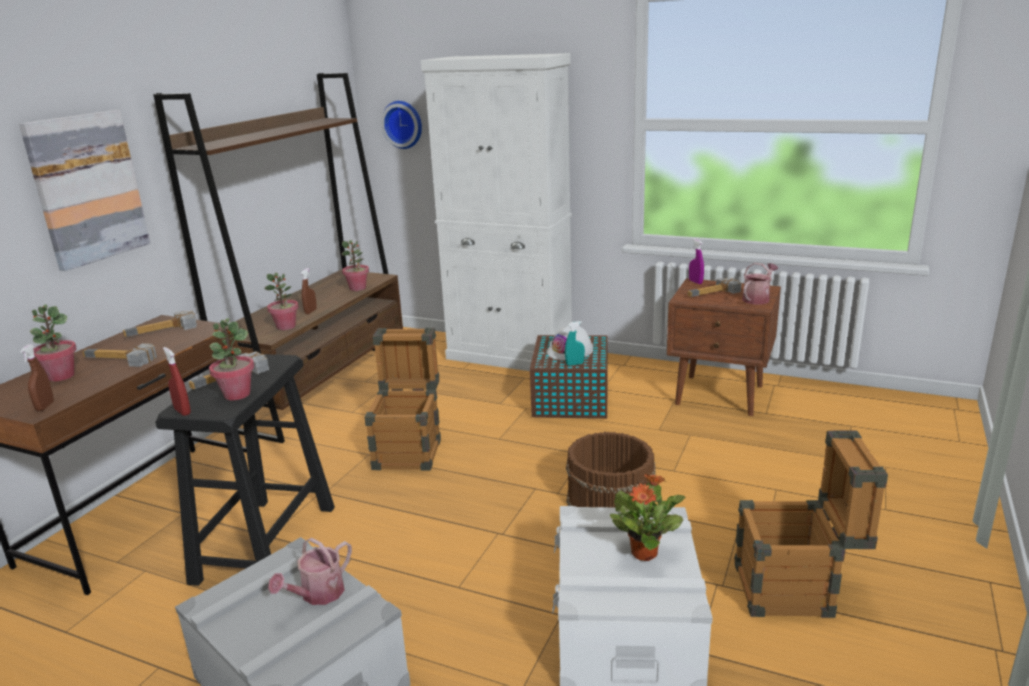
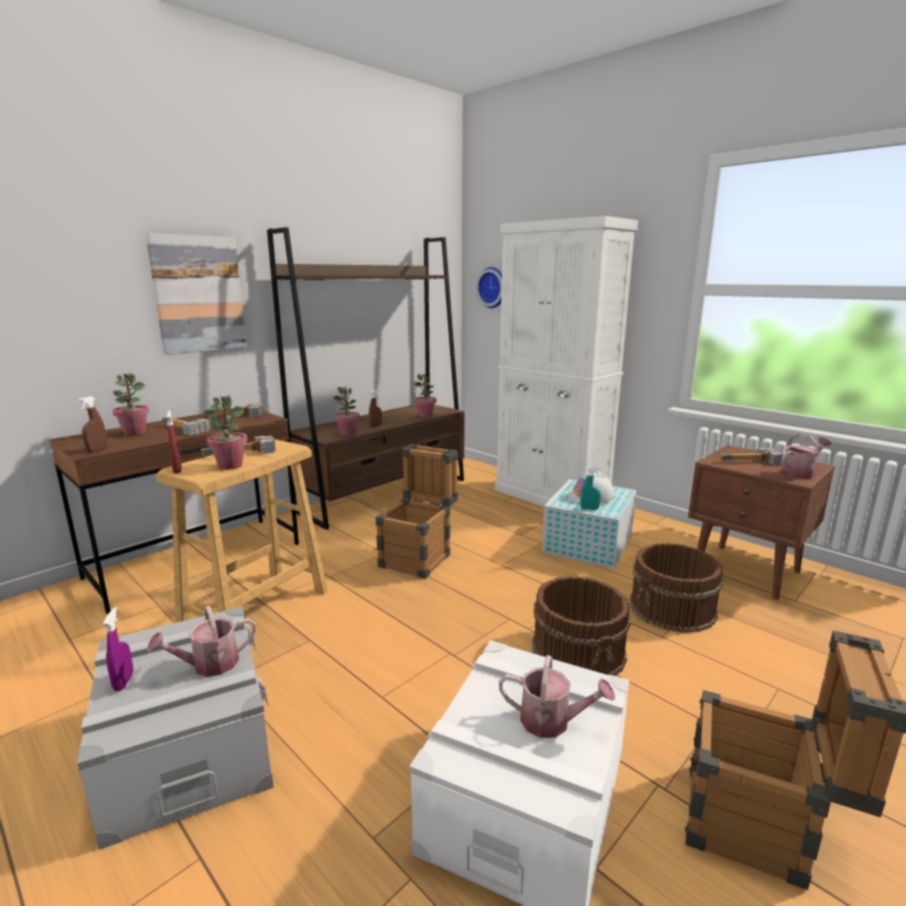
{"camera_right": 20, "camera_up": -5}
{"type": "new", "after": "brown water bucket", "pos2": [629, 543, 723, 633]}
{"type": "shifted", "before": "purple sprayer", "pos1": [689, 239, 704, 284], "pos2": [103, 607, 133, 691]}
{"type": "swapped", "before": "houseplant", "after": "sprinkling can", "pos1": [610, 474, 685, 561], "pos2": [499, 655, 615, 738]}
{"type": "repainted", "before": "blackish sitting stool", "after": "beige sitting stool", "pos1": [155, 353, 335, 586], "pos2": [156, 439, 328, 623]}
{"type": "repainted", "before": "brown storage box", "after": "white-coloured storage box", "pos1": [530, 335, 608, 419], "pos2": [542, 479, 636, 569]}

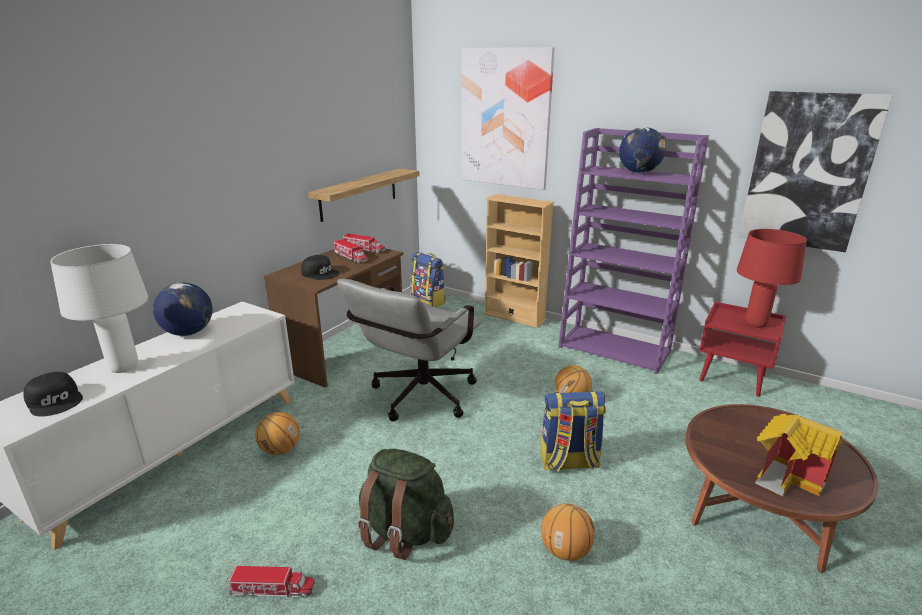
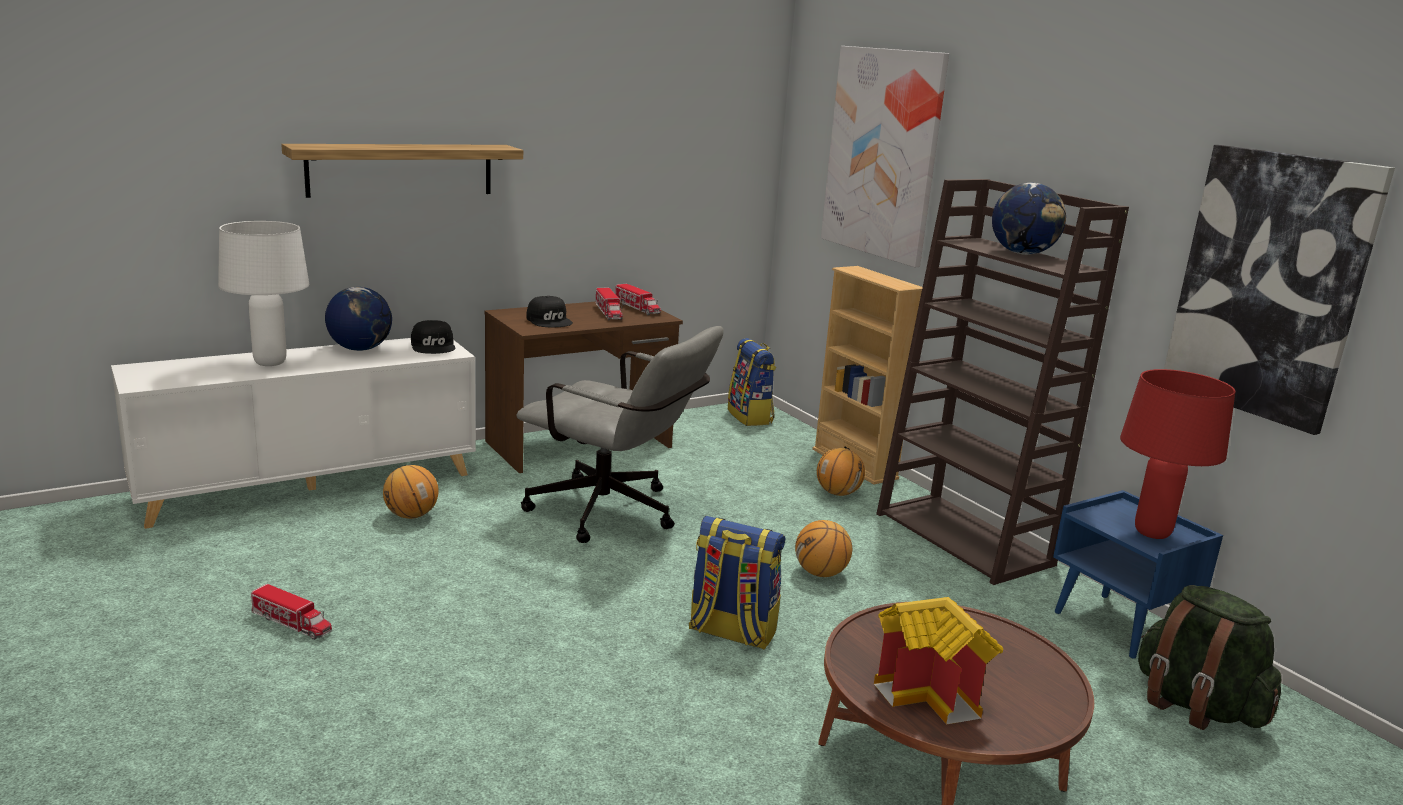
{"camera_right": 25, "camera_up": -5}
{"type": "shifted", "before": "blackish cap", "pos1": [23, 372, 83, 416], "pos2": [411, 320, 456, 354]}
{"type": "shifted", "before": "wall shelf", "pos1": [308, 169, 419, 222], "pos2": [281, 144, 523, 198]}
{"type": "shifted", "before": "green backpack", "pos1": [357, 449, 454, 560], "pos2": [1138, 585, 1281, 730]}
{"type": "shifted", "before": "ball for basketball", "pos1": [541, 504, 595, 561], "pos2": [817, 448, 865, 496]}
{"type": "repainted", "before": "purple shelving unit", "after": "brown shelving unit", "pos1": [558, 128, 709, 374], "pos2": [876, 179, 1129, 585]}
{"type": "repainted", "before": "red-coloured bedside table", "after": "blue-coloured bedside table", "pos1": [699, 302, 786, 397], "pos2": [1053, 490, 1223, 659]}
{"type": "rotated", "before": "gray computer chair", "pos1": [337, 279, 482, 421], "pos2": [516, 326, 724, 543], "turn": -120}

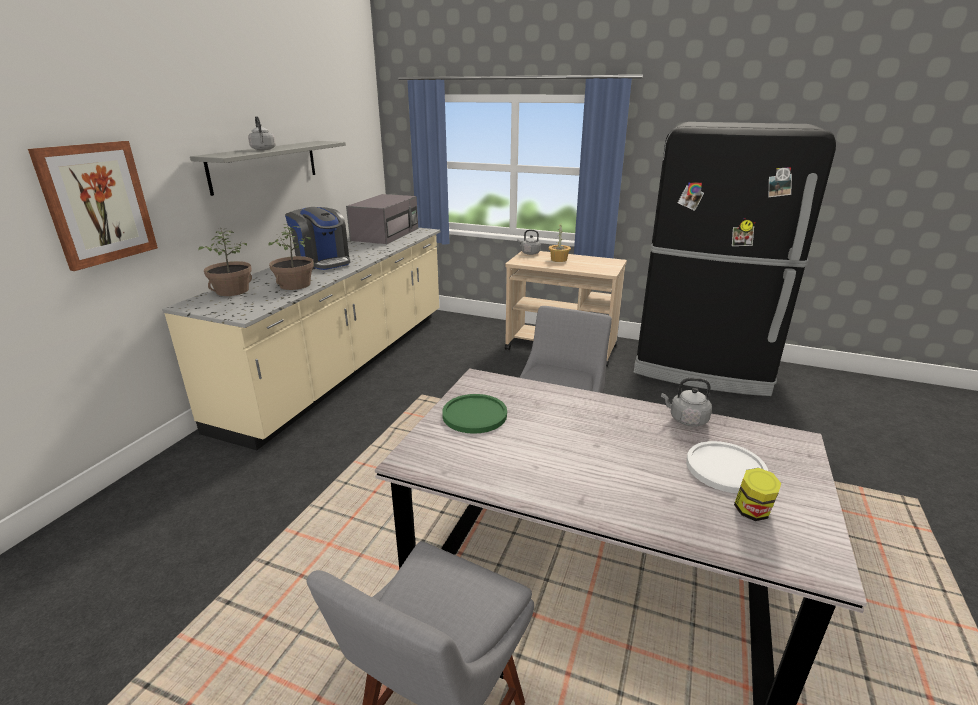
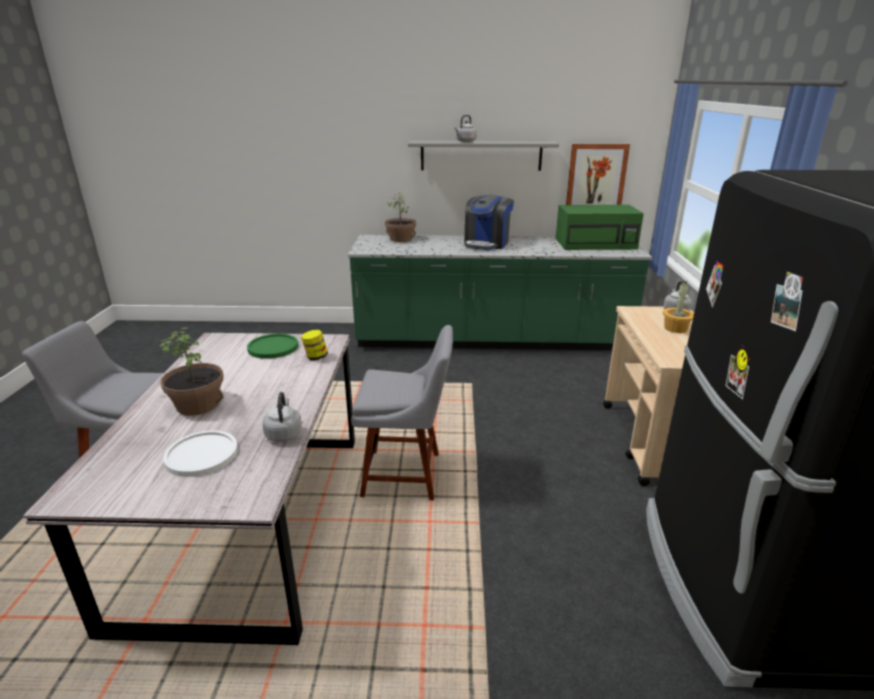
{"camera_right": 70, "camera_up": 0}
{"type": "shifted", "before": "picture", "pos1": [28, 141, 158, 271], "pos2": [566, 144, 630, 205]}
{"type": "shifted", "before": "houseplant", "pos1": [268, 224, 314, 290], "pos2": [160, 327, 224, 416]}
{"type": "shifted", "before": "storage jar", "pos1": [734, 468, 781, 521], "pos2": [301, 330, 328, 360]}
{"type": "repainted", "before": "beige kitchen base unit", "after": "green kitchen base unit", "pos1": [162, 228, 440, 450], "pos2": [348, 235, 652, 350]}
{"type": "repainted", "before": "gray microwave oven", "after": "green microwave oven", "pos1": [346, 194, 418, 244], "pos2": [555, 205, 644, 250]}

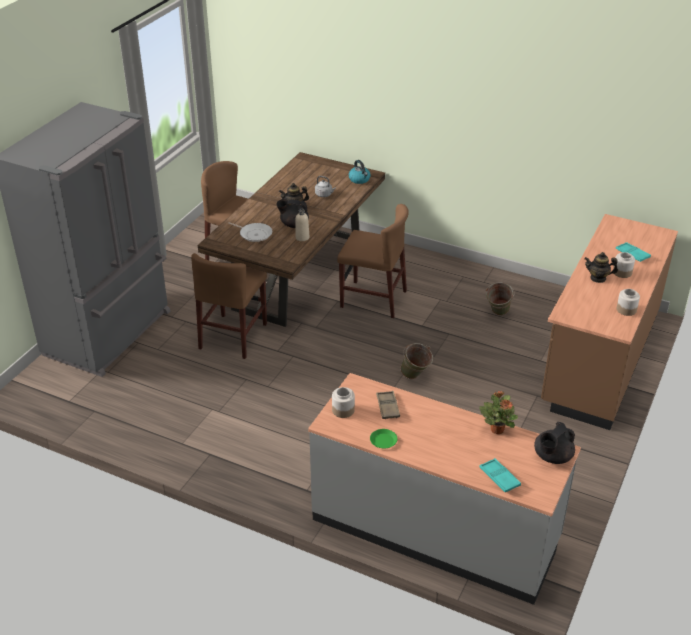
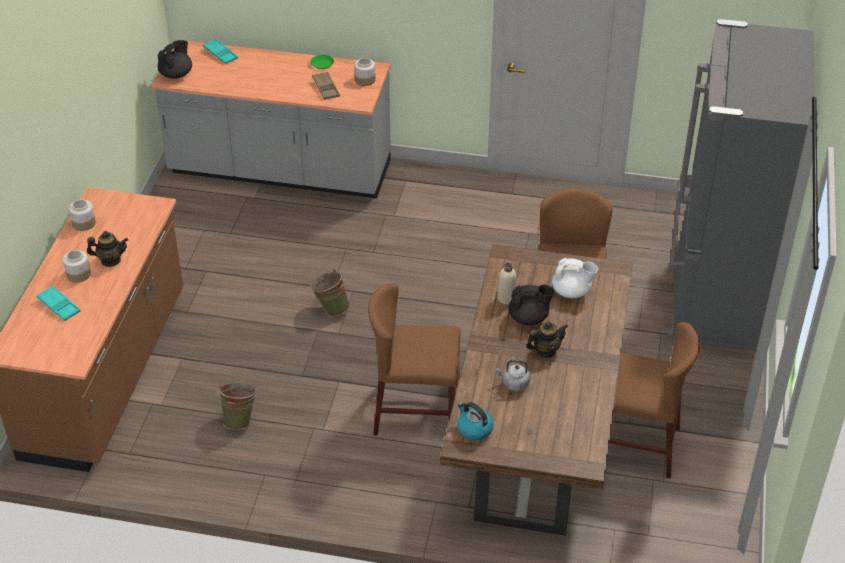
{"camera_right": 165, "camera_up": 5}
{"type": "gone", "before": "houseplant", "pos1": [479, 391, 518, 434]}
{"type": "swapped", "before": "frying pan", "after": "white-coloured pot for tea", "pos1": [228, 222, 272, 242], "pos2": [552, 258, 598, 298]}

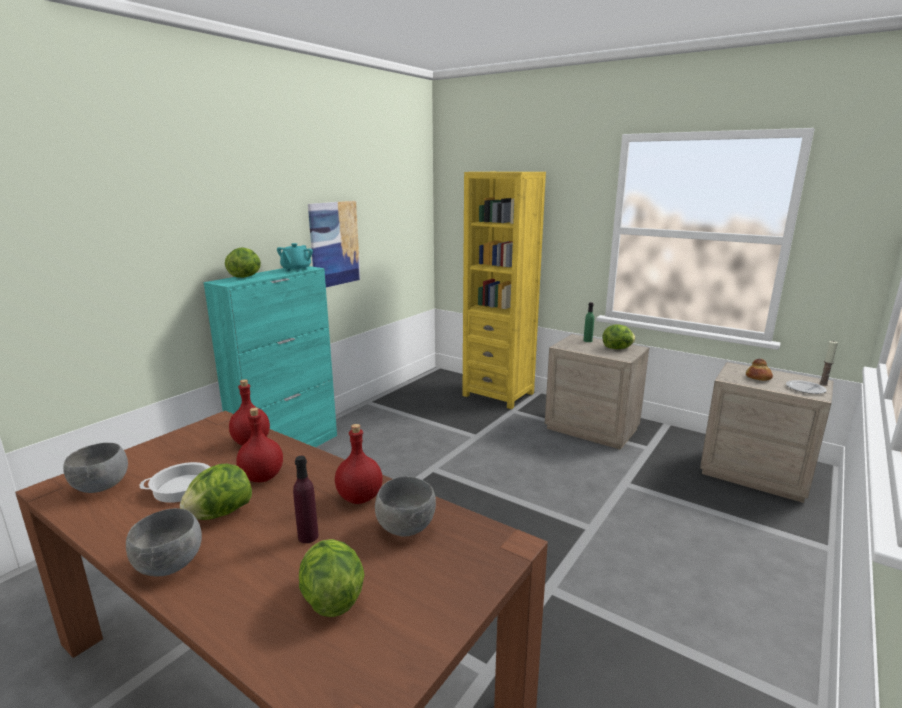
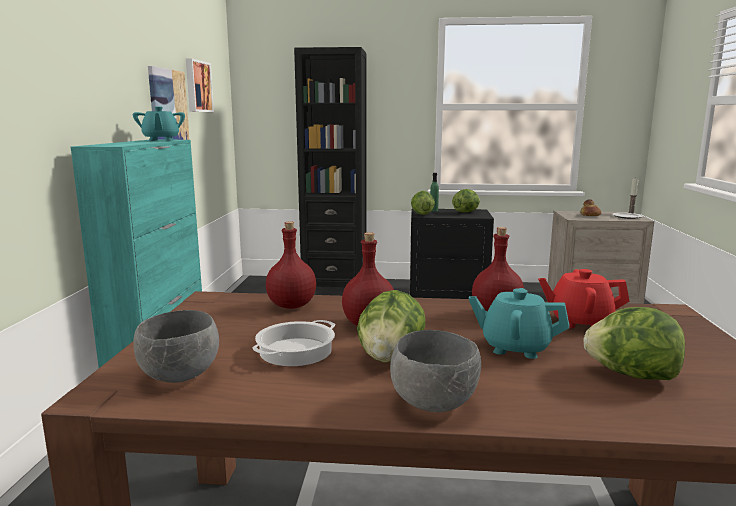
{"camera_right": -30, "camera_up": -5}
{"type": "new", "after": "picture", "pos2": [186, 58, 214, 112]}
{"type": "shifted", "before": "lettuce head", "pos1": [225, 247, 261, 278], "pos2": [411, 191, 435, 215]}
{"type": "swapped", "before": "purple beverage bottle", "after": "turquoise-coloured pot for tea", "pos1": [293, 456, 319, 543], "pos2": [469, 288, 569, 359]}
{"type": "swapped", "before": "gray serving bowl", "after": "red-coloured pot for tea", "pos1": [375, 477, 436, 536], "pos2": [538, 269, 630, 328]}
{"type": "repainted", "before": "yellow-coloured shelving unit", "after": "blackish shelving unit", "pos1": [462, 172, 546, 409], "pos2": [294, 47, 367, 287]}
{"type": "repainted", "before": "beige bedside table", "after": "blackish bedside table", "pos1": [545, 334, 649, 450], "pos2": [410, 208, 494, 299]}

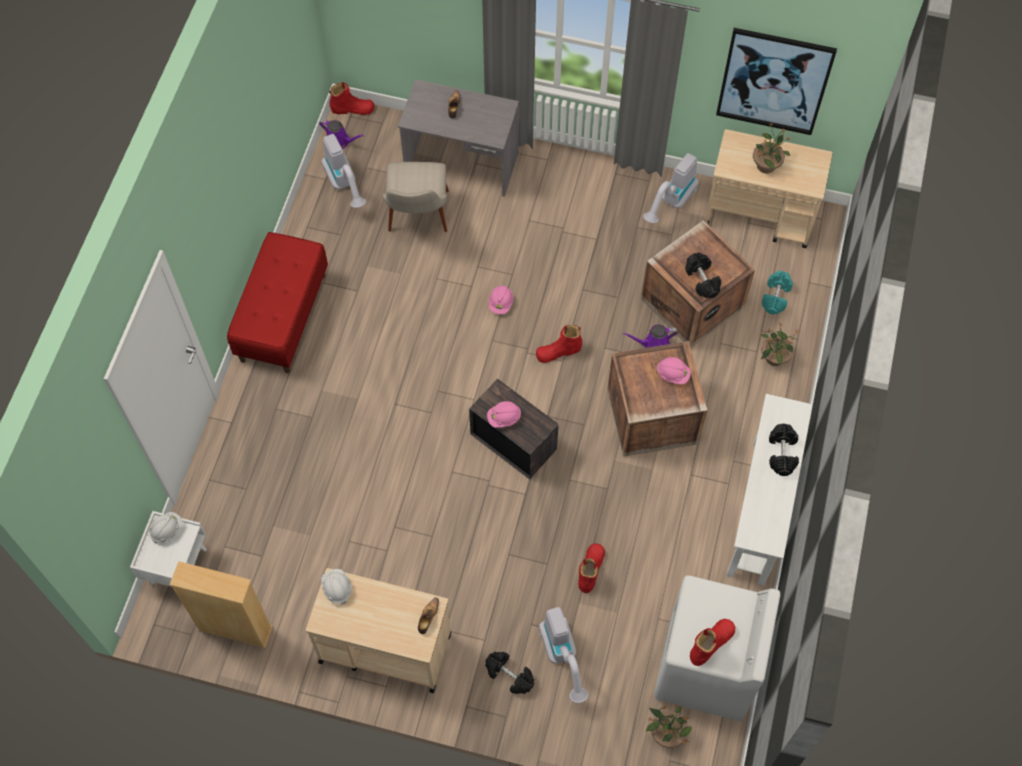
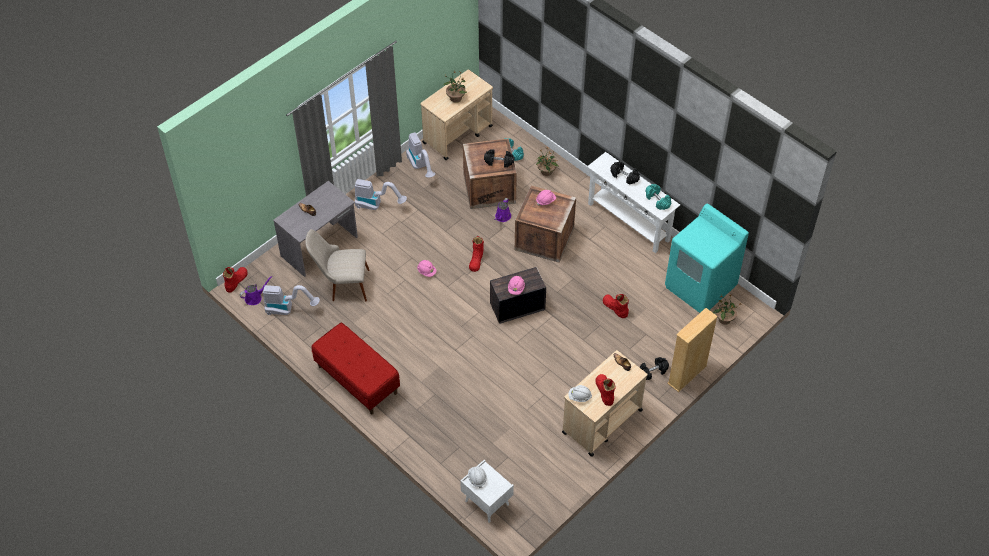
{"camera_right": -60, "camera_up": -10}
{"type": "gone", "before": "picture", "pos1": [716, 28, 837, 135]}
{"type": "new", "after": "turquoise-coloured hand weight", "pos2": [646, 184, 671, 210]}
{"type": "shifted", "before": "beige shelving unit", "pos1": [170, 561, 273, 648], "pos2": [667, 308, 718, 392]}
{"type": "shifted", "before": "vacuum", "pos1": [539, 607, 588, 703], "pos2": [355, 179, 407, 210]}
{"type": "shifted", "before": "red-coloured boot", "pos1": [690, 619, 735, 666], "pos2": [596, 374, 616, 406]}
{"type": "repainted", "before": "white-coloured laundry appliance", "after": "turquoise-coloured laundry appliance", "pos1": [654, 575, 780, 722], "pos2": [665, 204, 749, 313]}
{"type": "rotated", "before": "beige chair", "pos1": [383, 162, 449, 232], "pos2": [305, 229, 369, 302], "turn": 150}

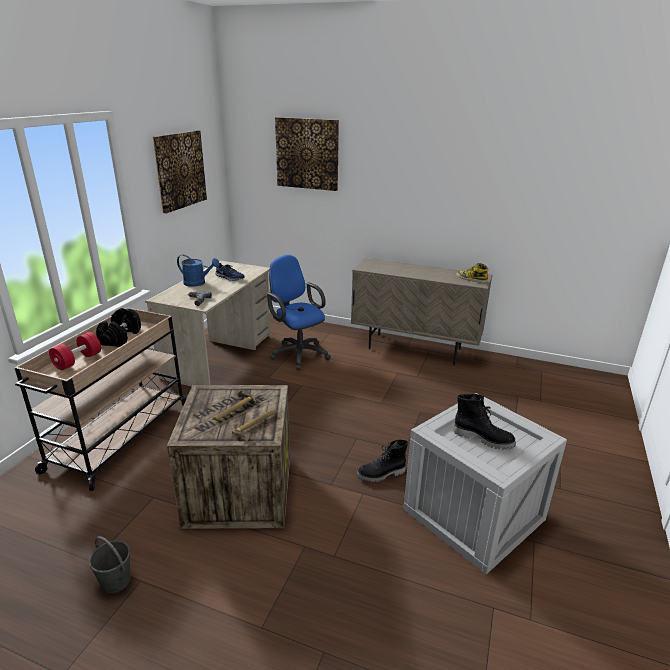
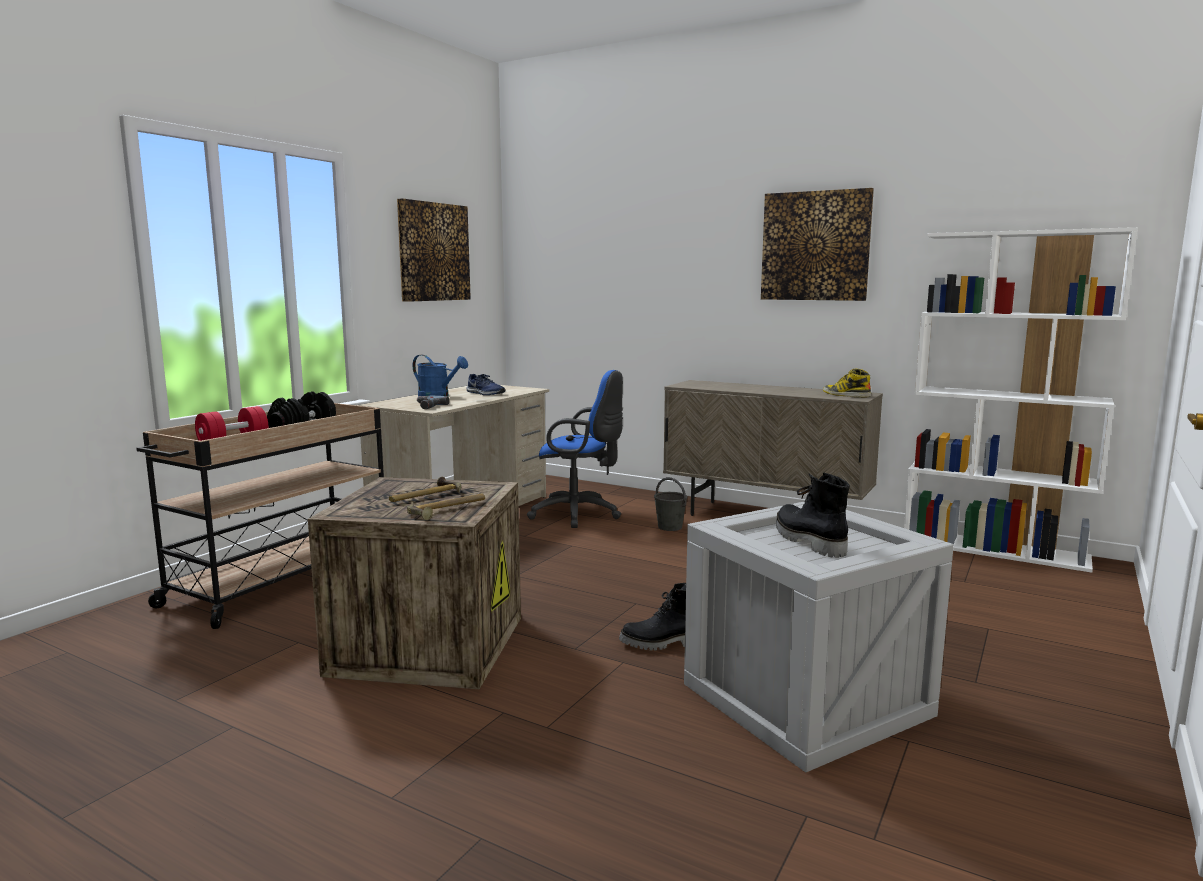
{"camera_right": 10, "camera_up": -15}
{"type": "new", "after": "white-coloured shelving unit", "pos2": [904, 227, 1138, 573]}
{"type": "shifted", "before": "gray water bucket", "pos1": [89, 536, 130, 593], "pos2": [654, 477, 688, 531]}
{"type": "shifted", "before": "picture", "pos1": [275, 117, 339, 191], "pos2": [761, 188, 874, 301]}
{"type": "rotated", "before": "blue-coloured computer chair", "pos1": [267, 255, 331, 370], "pos2": [527, 370, 623, 528], "turn": 135}
{"type": "rotated", "before": "blackish boot", "pos1": [453, 394, 516, 450], "pos2": [776, 473, 850, 558], "turn": -150}

